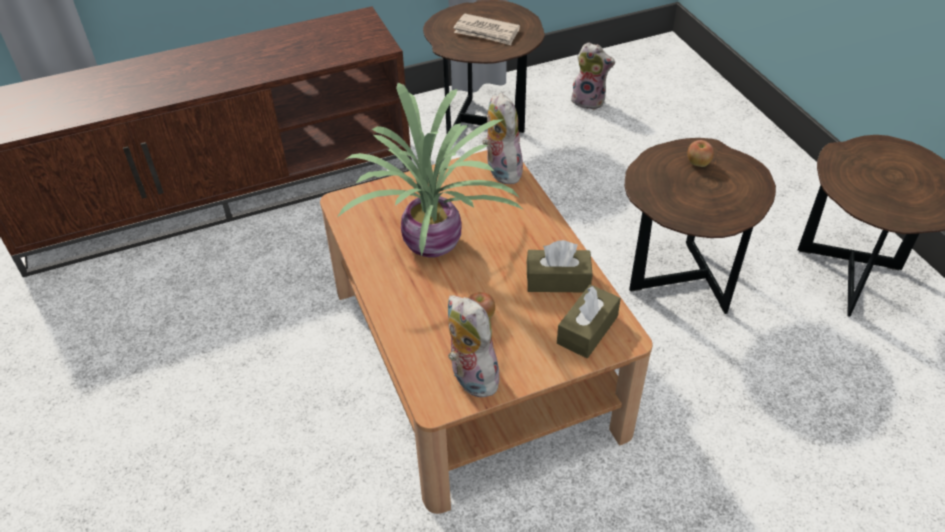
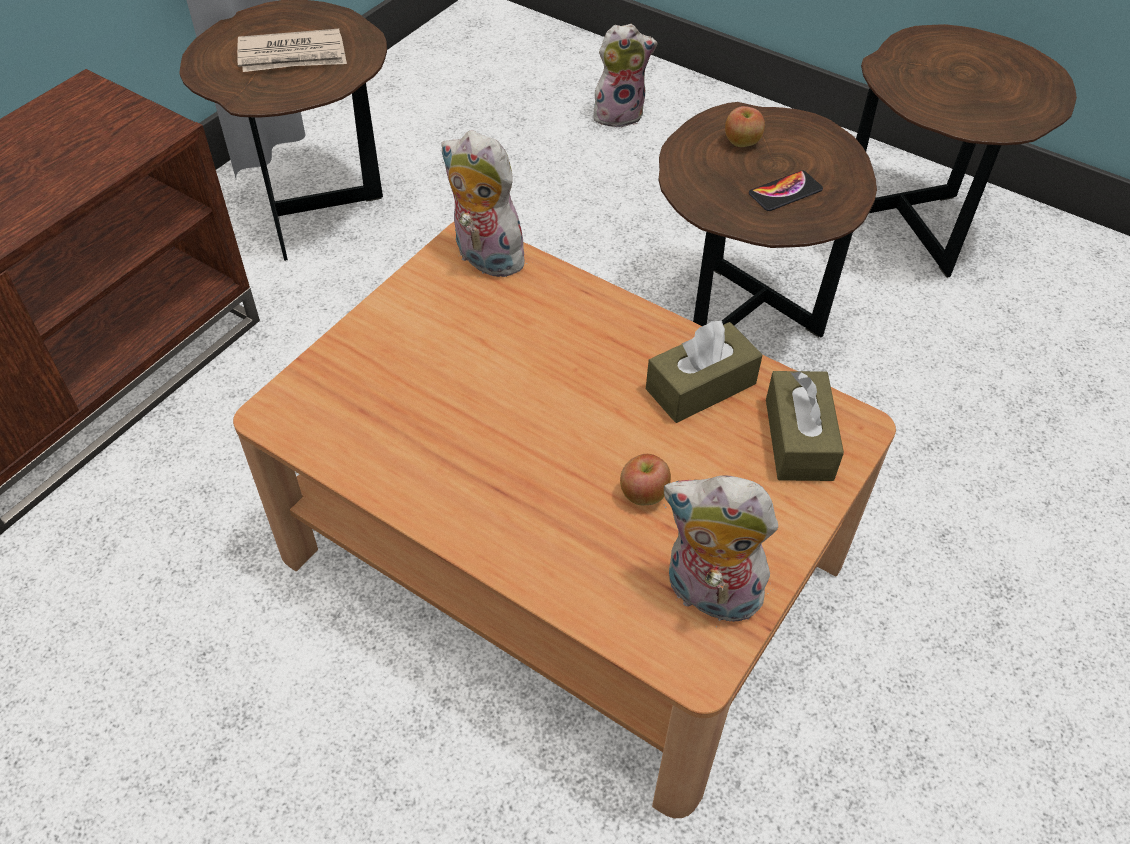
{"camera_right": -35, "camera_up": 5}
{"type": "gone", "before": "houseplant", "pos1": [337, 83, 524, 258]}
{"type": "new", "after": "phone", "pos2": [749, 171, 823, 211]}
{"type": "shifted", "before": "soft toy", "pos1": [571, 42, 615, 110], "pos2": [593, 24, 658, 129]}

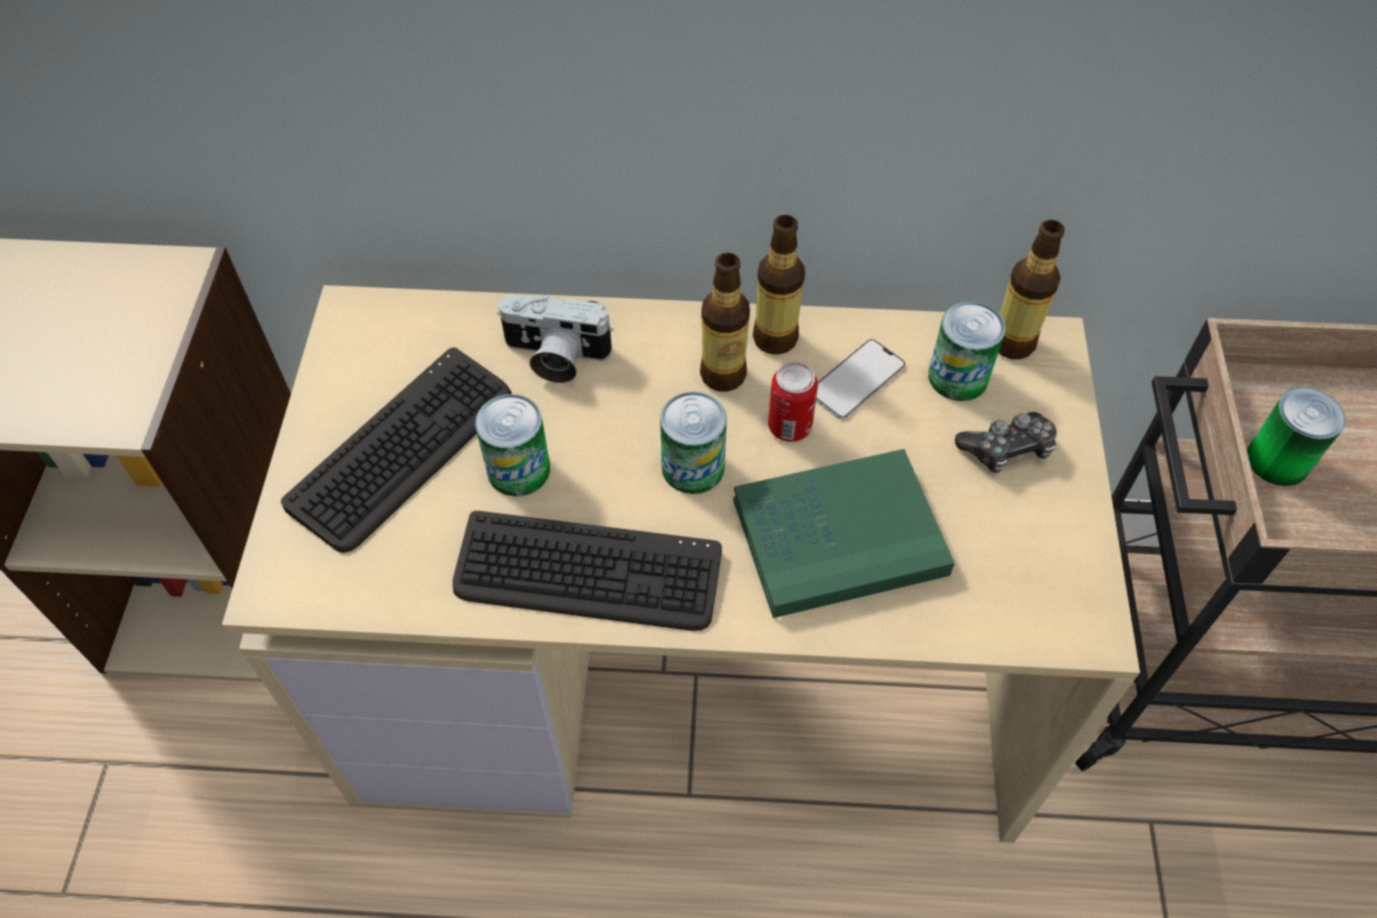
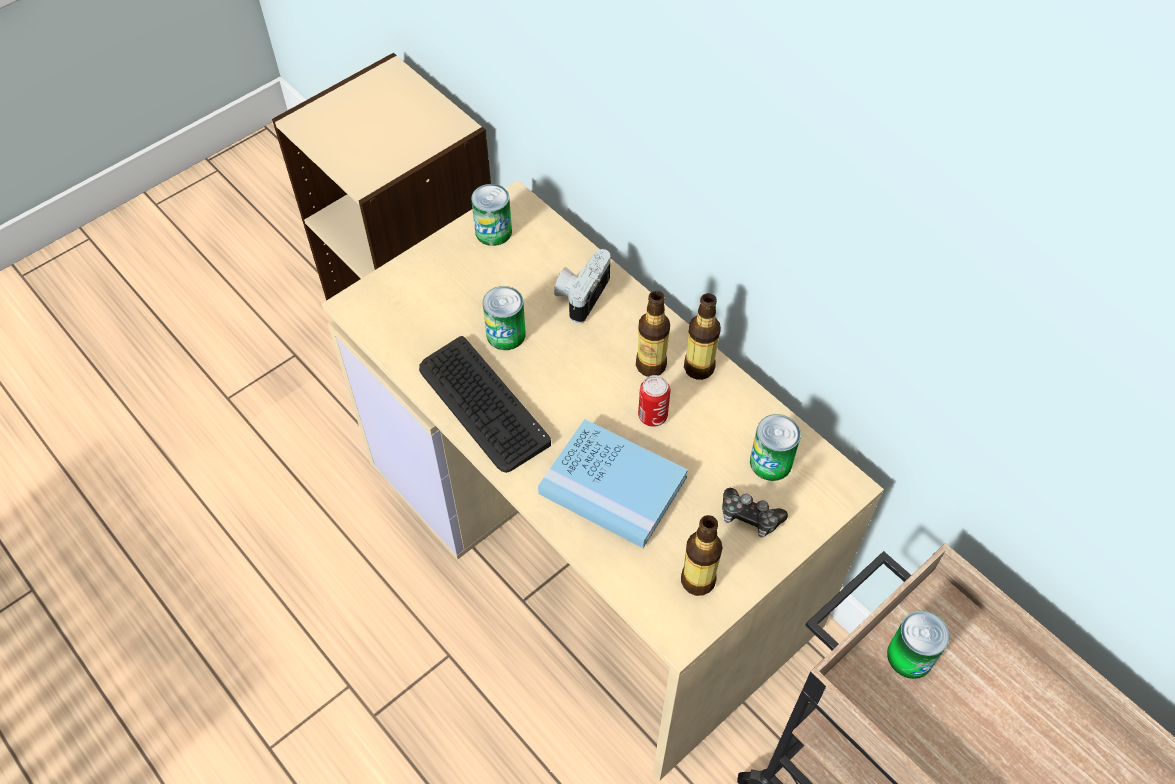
{"camera_right": 45, "camera_up": 0}
{"type": "gone", "before": "PC keyboard", "pos1": [281, 347, 512, 553]}
{"type": "gone", "before": "phone", "pos1": [816, 339, 906, 420]}
{"type": "shifted", "before": "sealed can", "pos1": [660, 392, 727, 494], "pos2": [471, 184, 512, 246]}
{"type": "shifted", "before": "beverage bottle", "pos1": [998, 220, 1065, 359], "pos2": [681, 515, 723, 596]}
{"type": "repainted", "before": "green book", "after": "blue-coloured book", "pos1": [733, 449, 955, 618], "pos2": [538, 419, 688, 548]}
{"type": "rotated", "before": "photo camera", "pos1": [497, 294, 614, 383], "pos2": [554, 249, 610, 323], "turn": 60}

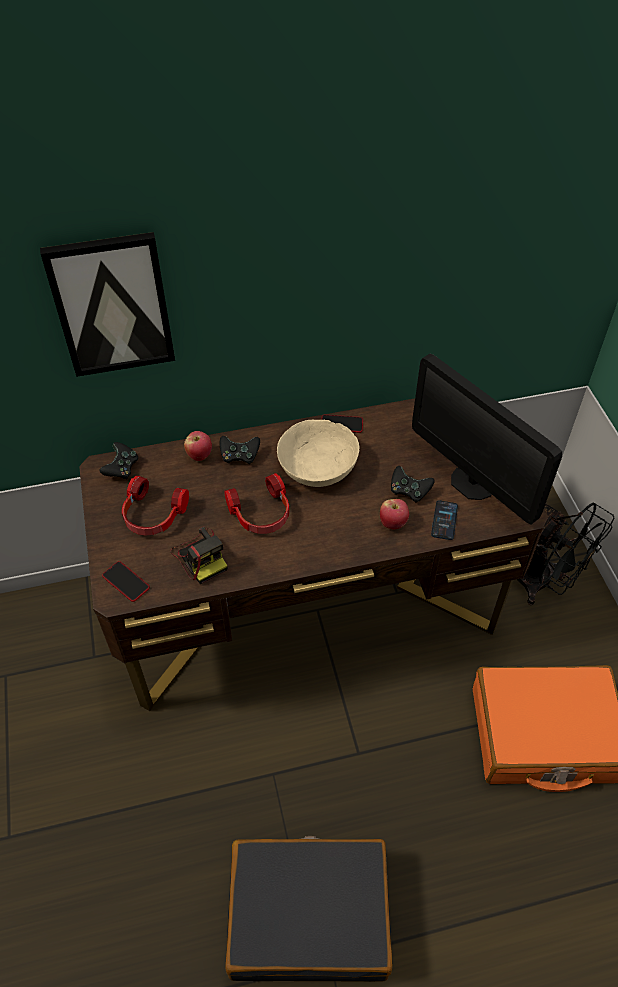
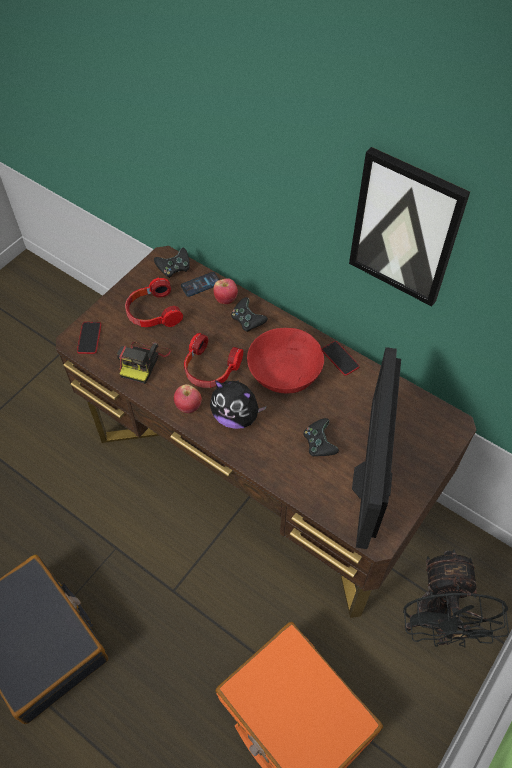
{"camera_right": 50, "camera_up": 5}
{"type": "new", "after": "soft toy", "pos2": [210, 380, 267, 429]}
{"type": "shifted", "before": "picture", "pos1": [40, 232, 175, 377], "pos2": [349, 147, 470, 307]}
{"type": "shifted", "before": "apple", "pos1": [380, 499, 409, 529], "pos2": [174, 384, 202, 413]}
{"type": "shifted", "before": "phone", "pos1": [431, 500, 458, 540], "pos2": [181, 272, 219, 297]}
{"type": "repainted", "before": "beige serving bowl", "after": "red-coloured serving bowl", "pos1": [277, 420, 359, 487], "pos2": [247, 328, 324, 394]}

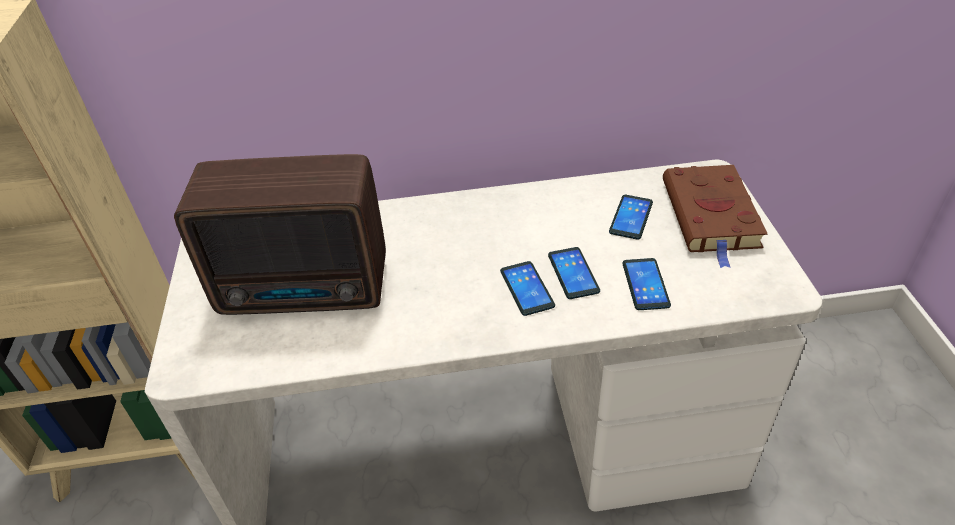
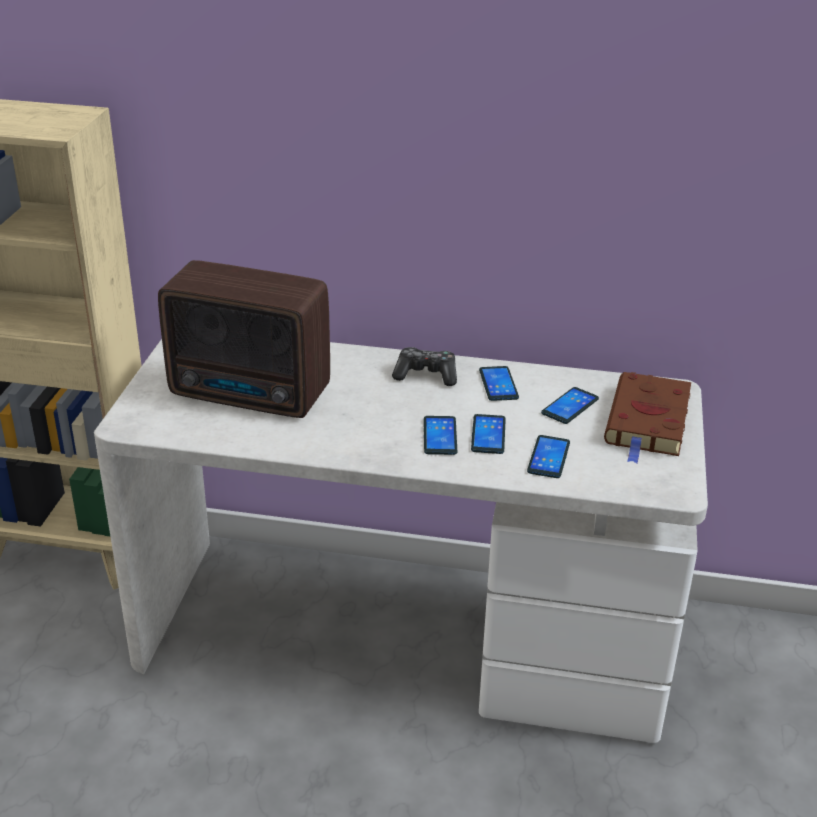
{"camera_right": 15, "camera_up": -10}
{"type": "new", "after": "gamepad", "pos2": [392, 347, 457, 386]}
{"type": "new", "after": "phone", "pos2": [479, 366, 519, 401]}

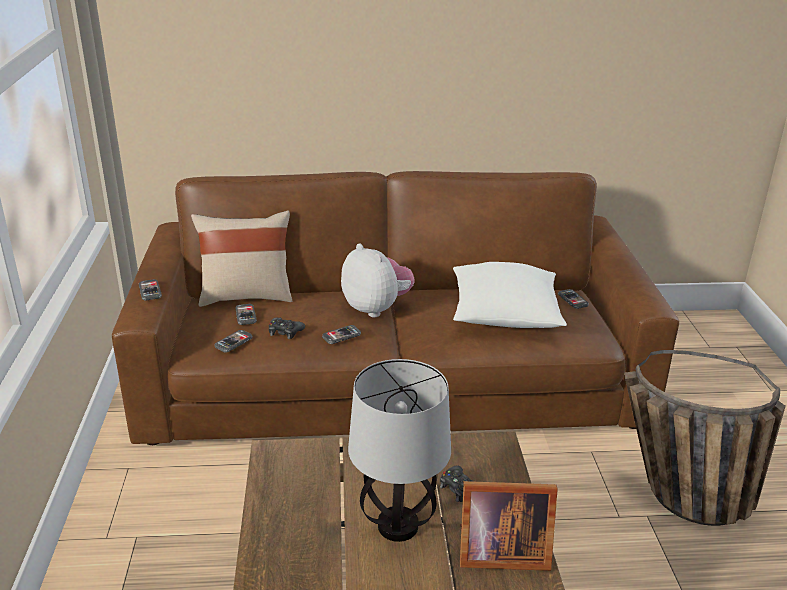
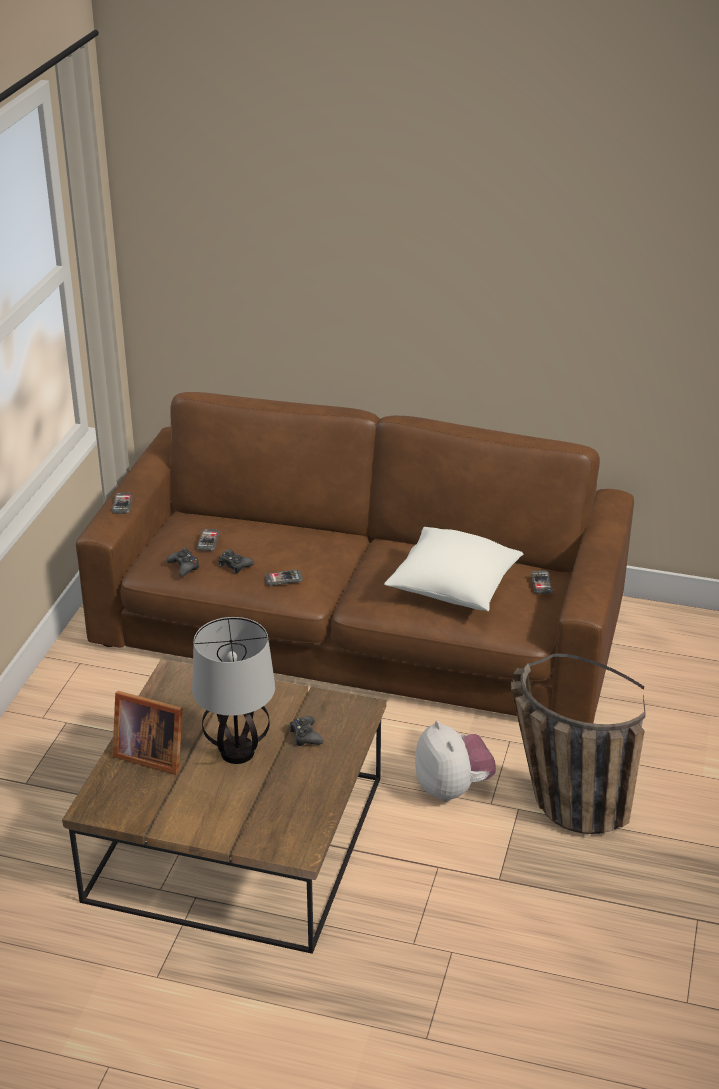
{"camera_right": 20, "camera_up": 5}
{"type": "gone", "before": "beige throw pillow", "pos1": [191, 211, 292, 307]}
{"type": "shifted", "before": "soft toy", "pos1": [341, 243, 415, 318], "pos2": [415, 721, 496, 802]}
{"type": "shifted", "before": "standing frame", "pos1": [460, 481, 558, 571], "pos2": [112, 691, 183, 775]}
{"type": "swapped", "before": "phone", "after": "blackish gamepad", "pos1": [214, 330, 252, 352], "pos2": [166, 548, 199, 577]}

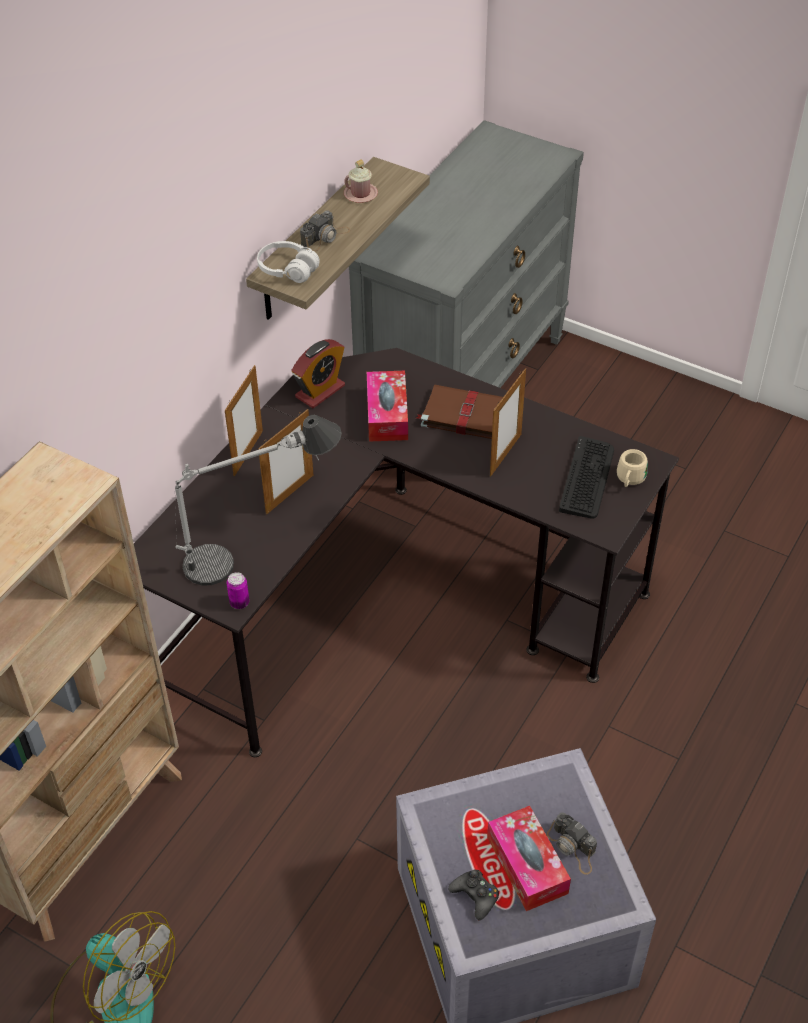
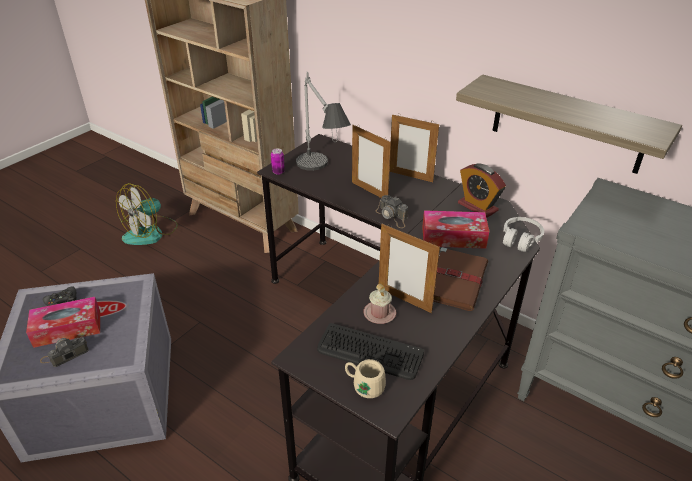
{"camera_right": 95, "camera_up": -10}
{"type": "shifted", "before": "white-coloured headphones", "pos1": [257, 241, 320, 283], "pos2": [503, 217, 544, 252]}
{"type": "shifted", "before": "photo camera", "pos1": [300, 210, 350, 252], "pos2": [376, 195, 408, 228]}
{"type": "shifted", "before": "pink tea mug", "pos1": [344, 159, 378, 203], "pos2": [364, 284, 396, 324]}

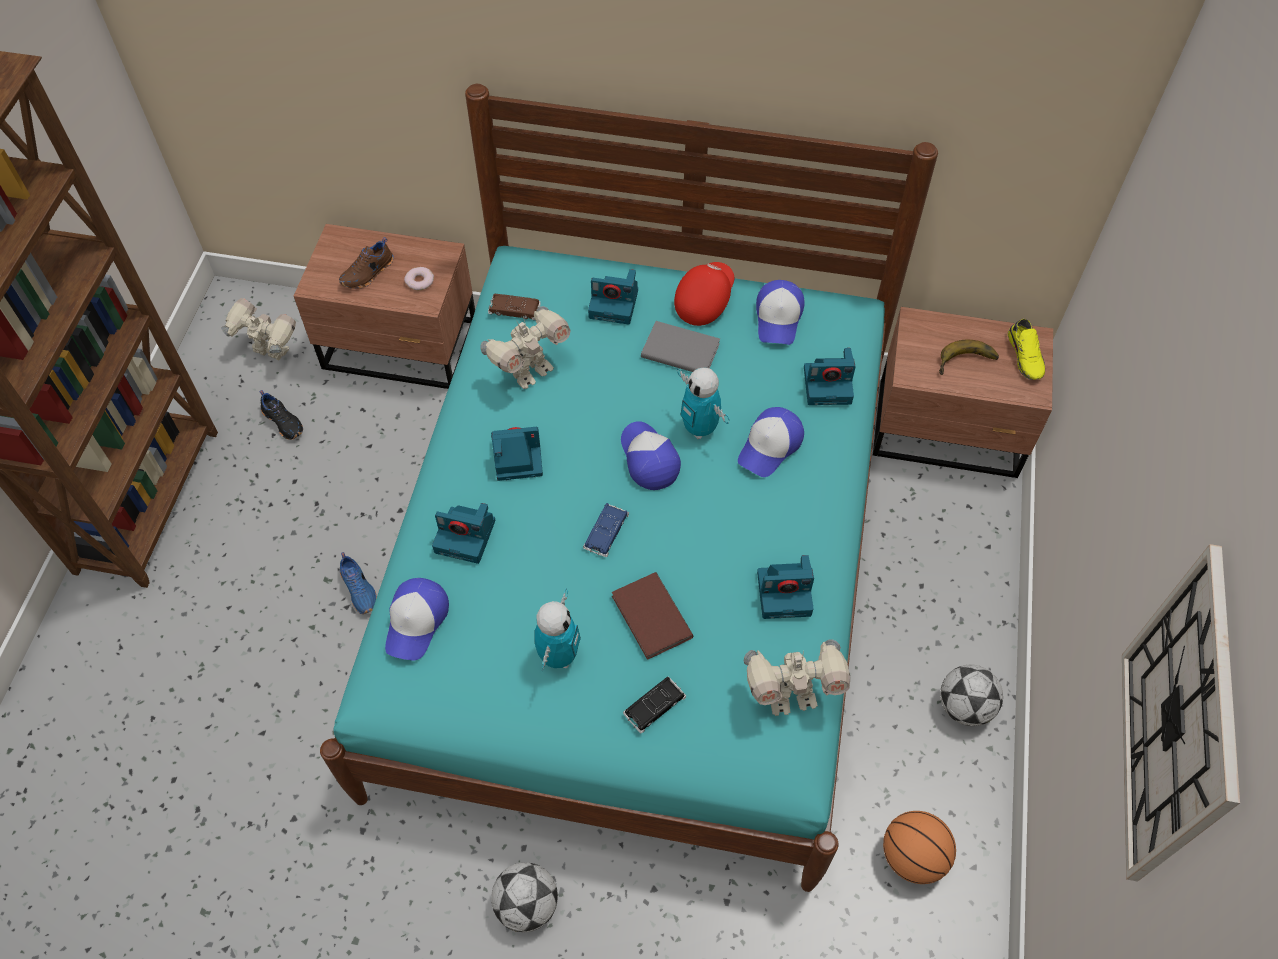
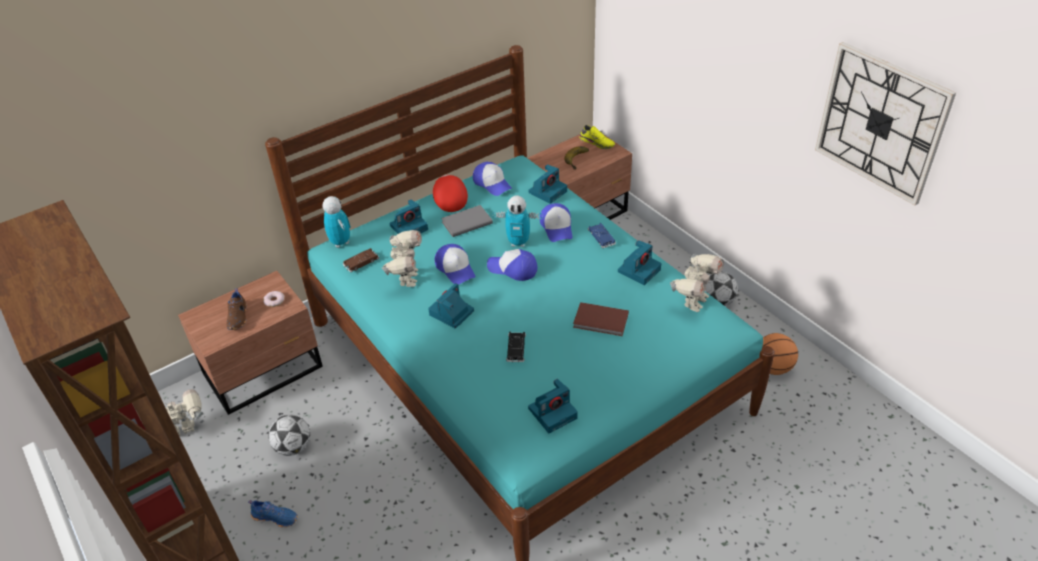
{"camera_right": -45, "camera_up": -15}
{"type": "gone", "before": "blackish shoe", "pos1": [259, 390, 303, 440]}
{"type": "shifted", "before": "blue-coloured shoe", "pos1": [340, 552, 377, 614], "pos2": [248, 500, 298, 527]}
{"type": "shifted", "before": "cap", "pos1": [385, 578, 449, 661], "pos2": [435, 244, 475, 285]}
{"type": "shifted", "before": "photo camera", "pos1": [432, 503, 495, 564], "pos2": [528, 379, 578, 433]}
{"type": "shifted", "before": "football", "pos1": [491, 862, 558, 932], "pos2": [268, 415, 310, 456]}
{"type": "shifted", "before": "robot figure", "pos1": [535, 588, 581, 671], "pos2": [323, 196, 351, 248]}
{"type": "shifted", "before": "blue-coloured toy car", "pos1": [583, 503, 629, 557], "pos2": [588, 223, 616, 248]}
{"type": "shifted", "before": "blackish toy car", "pos1": [623, 677, 686, 733], "pos2": [506, 332, 526, 362]}

